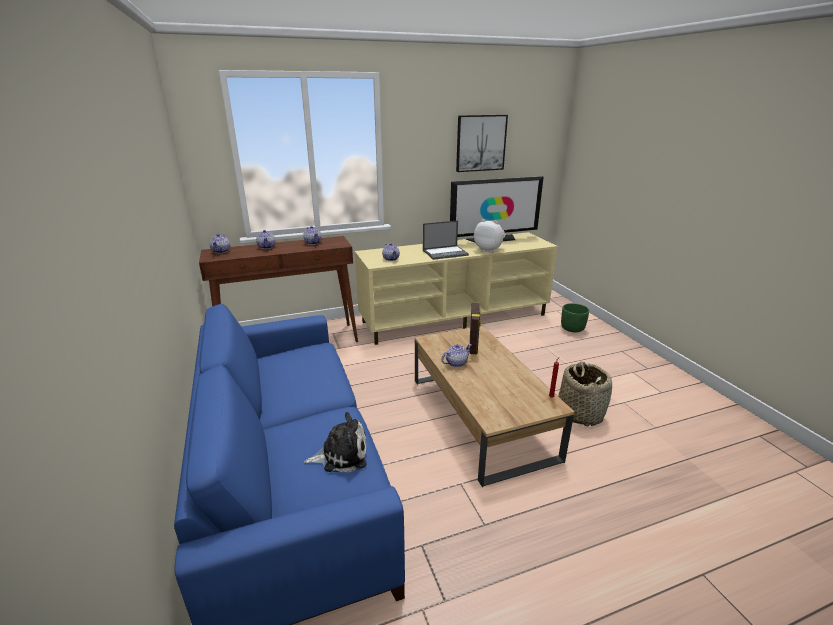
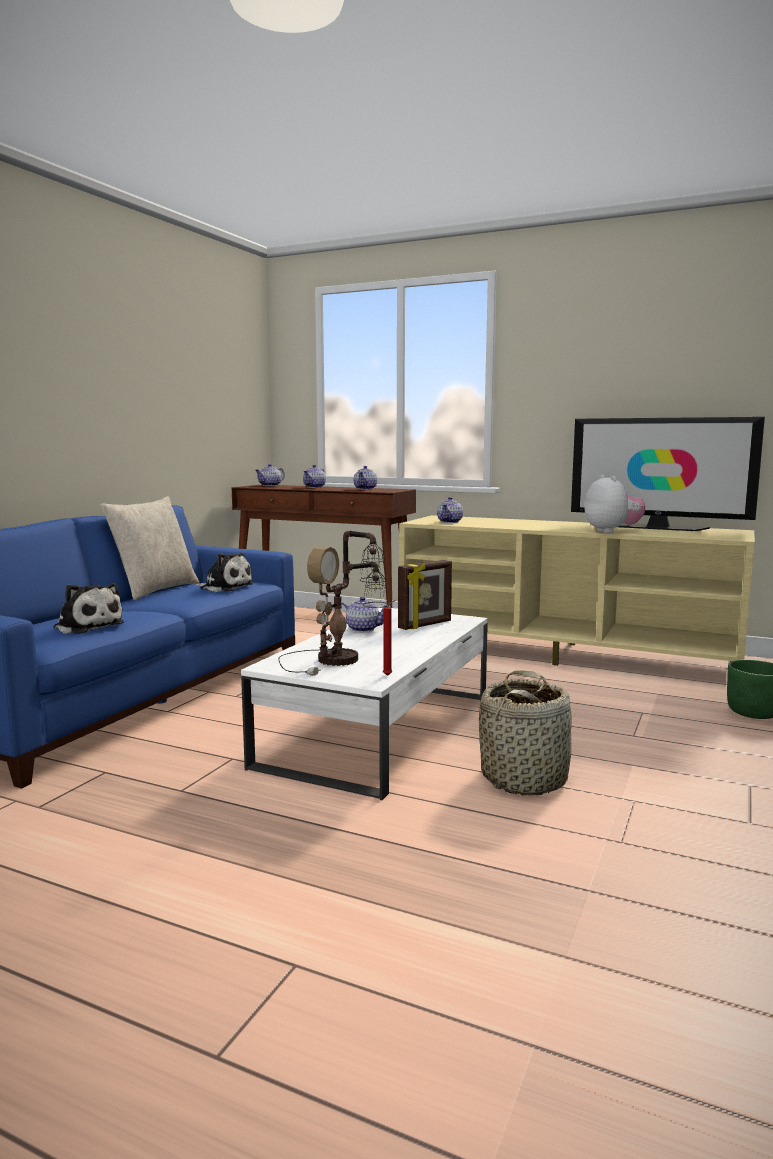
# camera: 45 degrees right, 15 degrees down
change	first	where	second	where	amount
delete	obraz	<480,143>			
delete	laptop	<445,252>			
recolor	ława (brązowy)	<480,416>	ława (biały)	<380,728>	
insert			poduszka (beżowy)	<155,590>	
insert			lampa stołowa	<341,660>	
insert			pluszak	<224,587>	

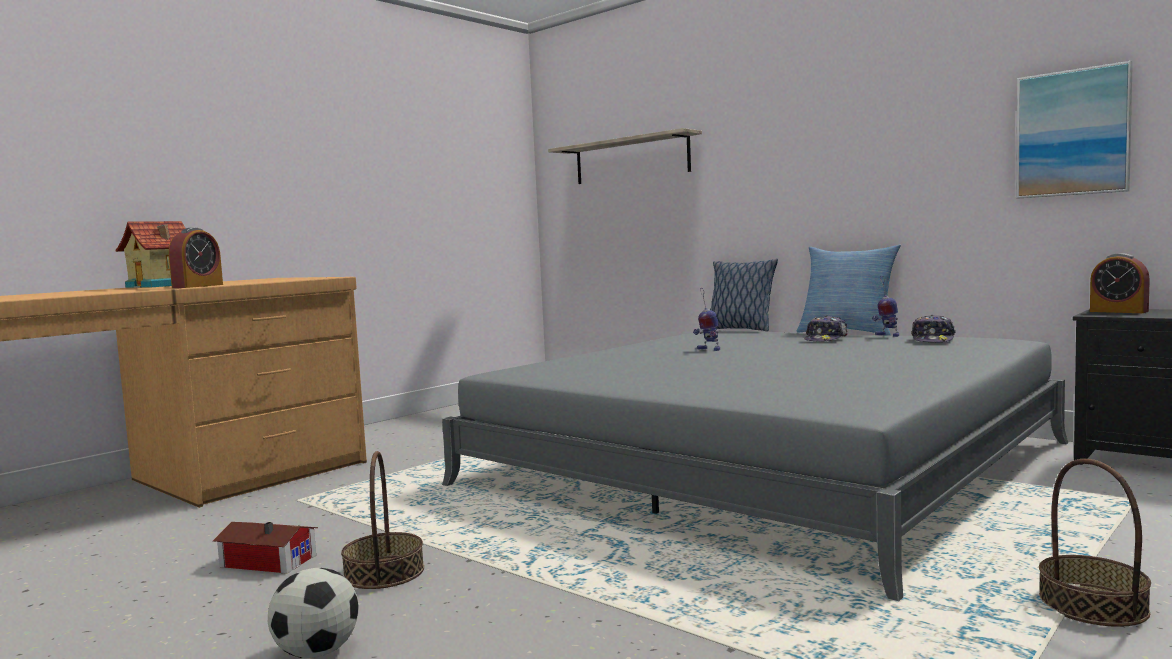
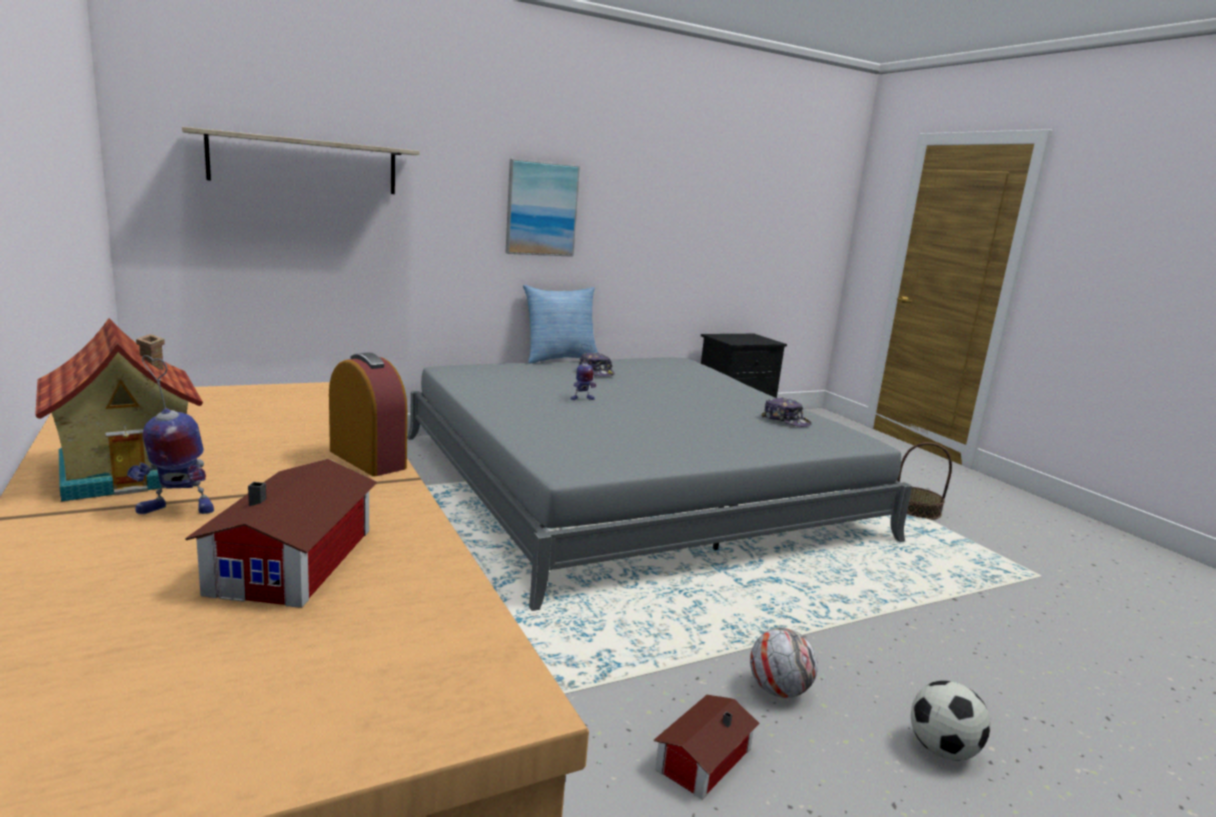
# camera: 70 degrees left, 10 degrees up
change	first	where	second	where	amount
move	obraz	<1072,133>		<541,209>	
delete	budzik	<1118,311>			
delete	poduszka	<739,329>			
move	robot zabawkowy	<887,335>		<175,510>	
move	czapka z daszkiem	<933,340>		<786,420>	
replace	koszyk	<384,572>	piłka futbolowa	<778,690>	
insert			domek	<299,558>	

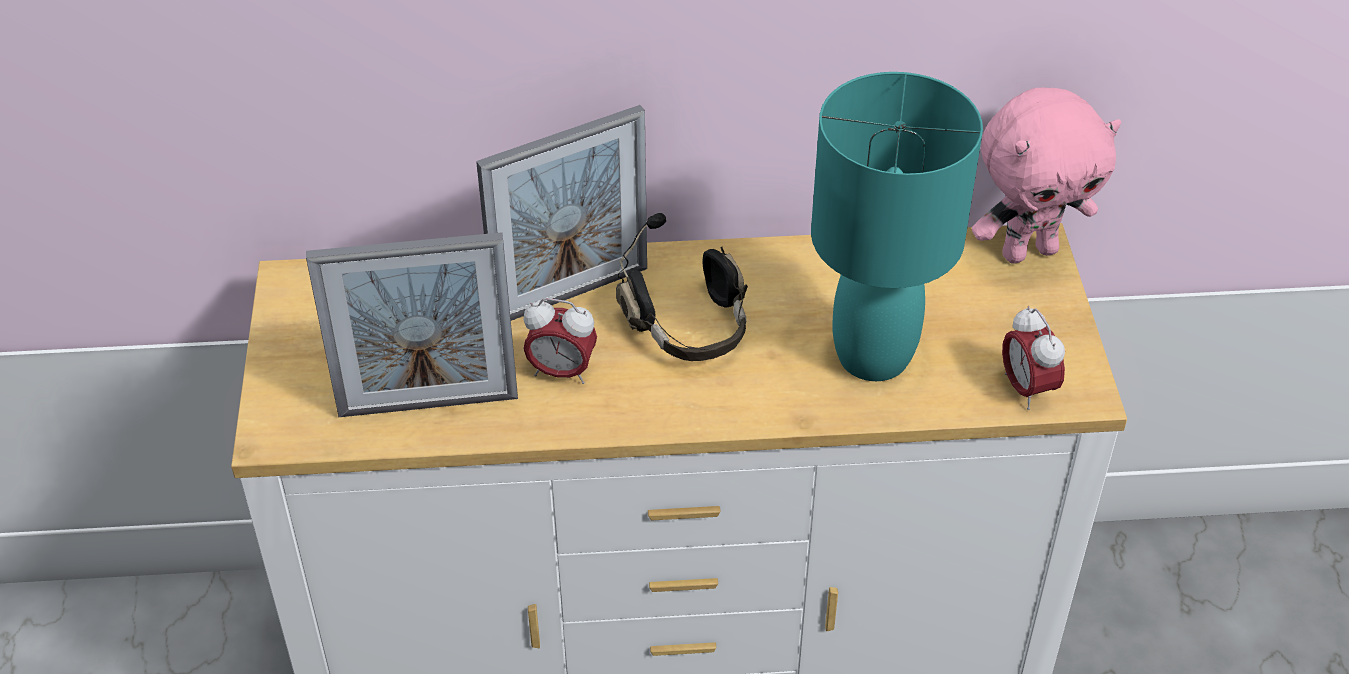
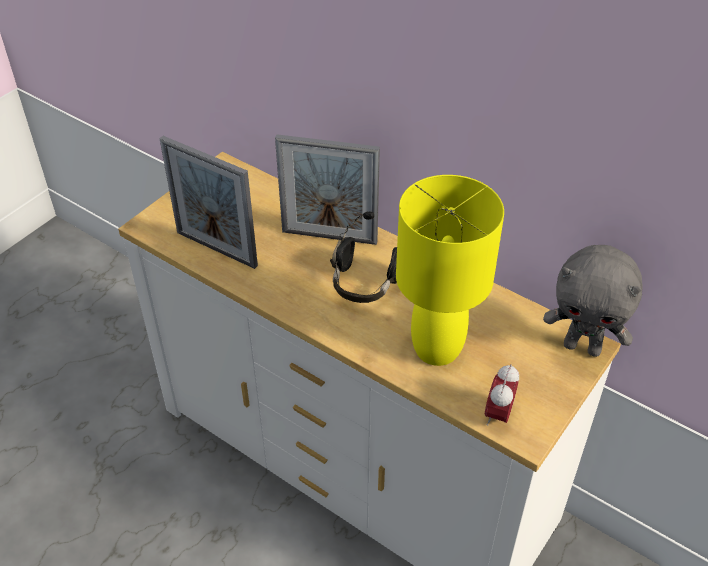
# camera: 40 degrees right, 0 degrees up
change	first	where	second	where	amount
recolor	lampa stołowa (turkusowy)	<872,357>	lampa stołowa (żółty)	<436,349>	
recolor	pluszak (różowy)	<1029,251>	pluszak (szary)	<583,347>	
delete	budzik	<561,372>			

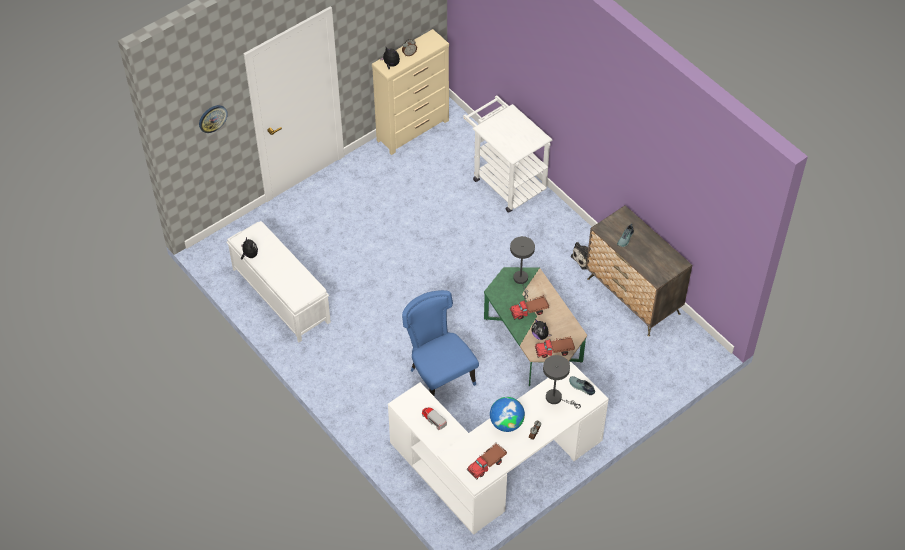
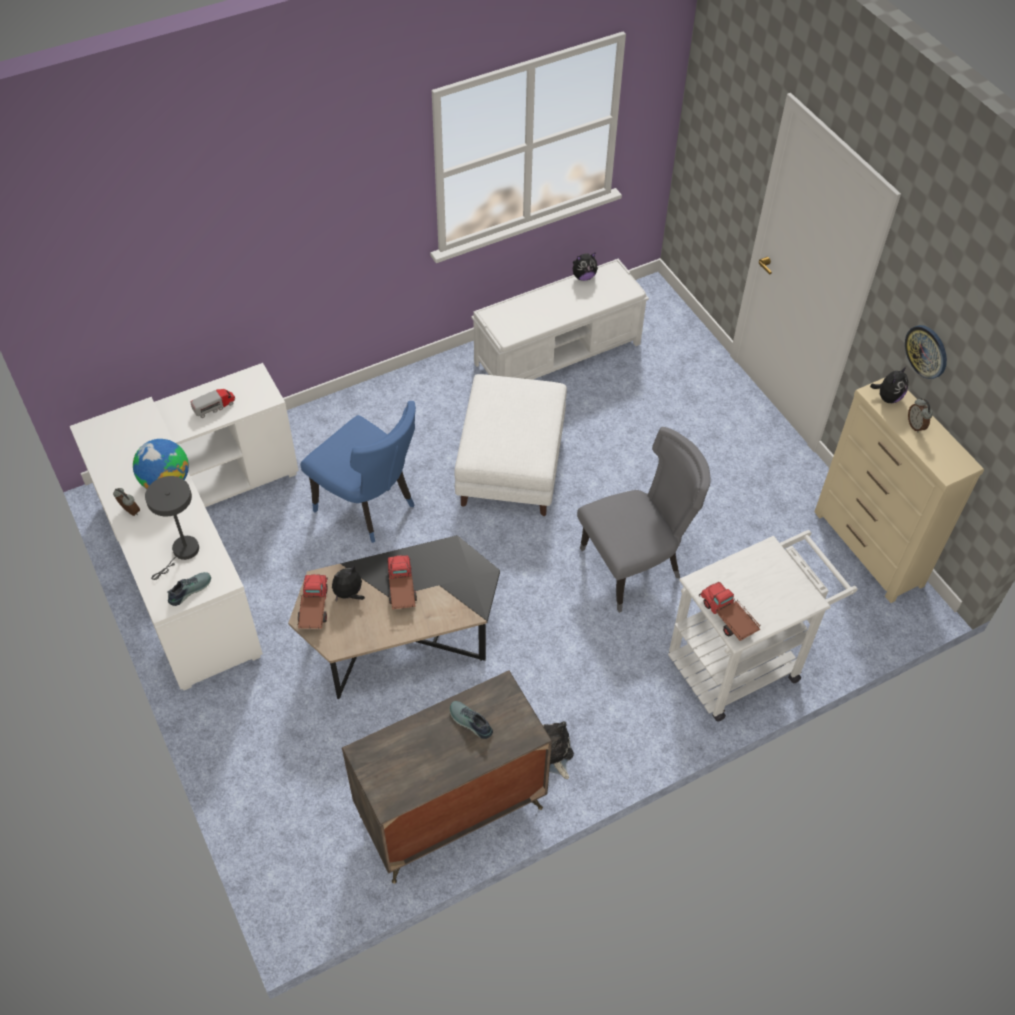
# camera: 100 degrees right, 0 degrees up
change	first	where	second	where	amount
move	zegar ścienny	<212,118>		<927,351>	
delete	lampa stołowa (szary)	<521,280>			
recolor	ława (zielony)	<533,340>	ława (czarny)	<400,638>	
rotate	krzesło (niebieski)	<439,377>		<369,507>	60 degrees clockwise
move	ciężarówka zabawkowa	<487,464>		<728,618>	
insert			pufa (biały)	<511,466>	
insert			krzesło (szary)	<635,566>	

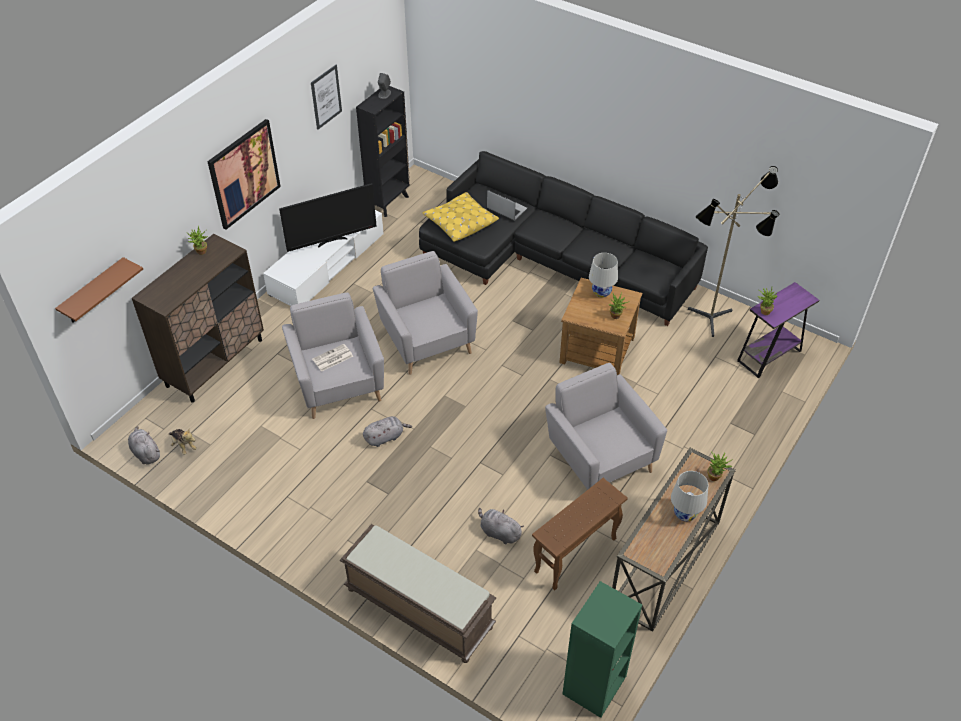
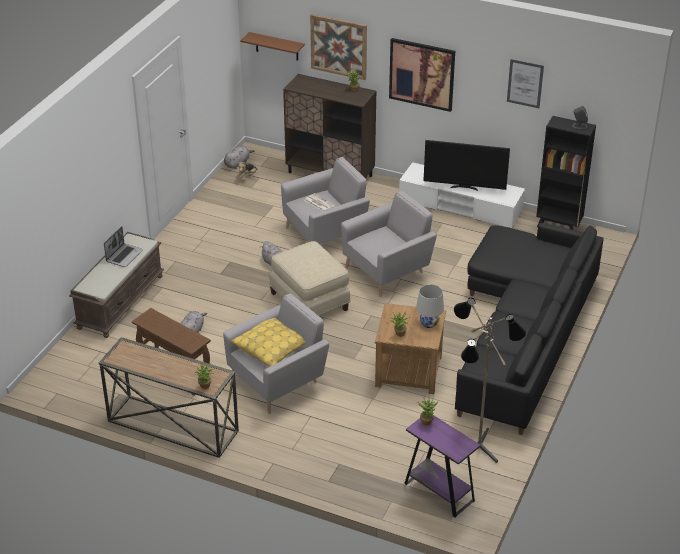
# camera: 80 degrees right, 10 degrees down
change	first	where	second	where	amount
rotate	telewizor	<332,241>		<464,187>	45 degrees counterclockwise
move	laptop	<506,209>		<124,256>	
move	poduszka (żółty)	<460,223>		<271,347>	
delete	lampa stołowa (biały)	<685,514>			
delete	regał (zielony)	<594,686>			
insert			obraz	<338,46>	
insert			pufa (beżowy)	<310,301>	

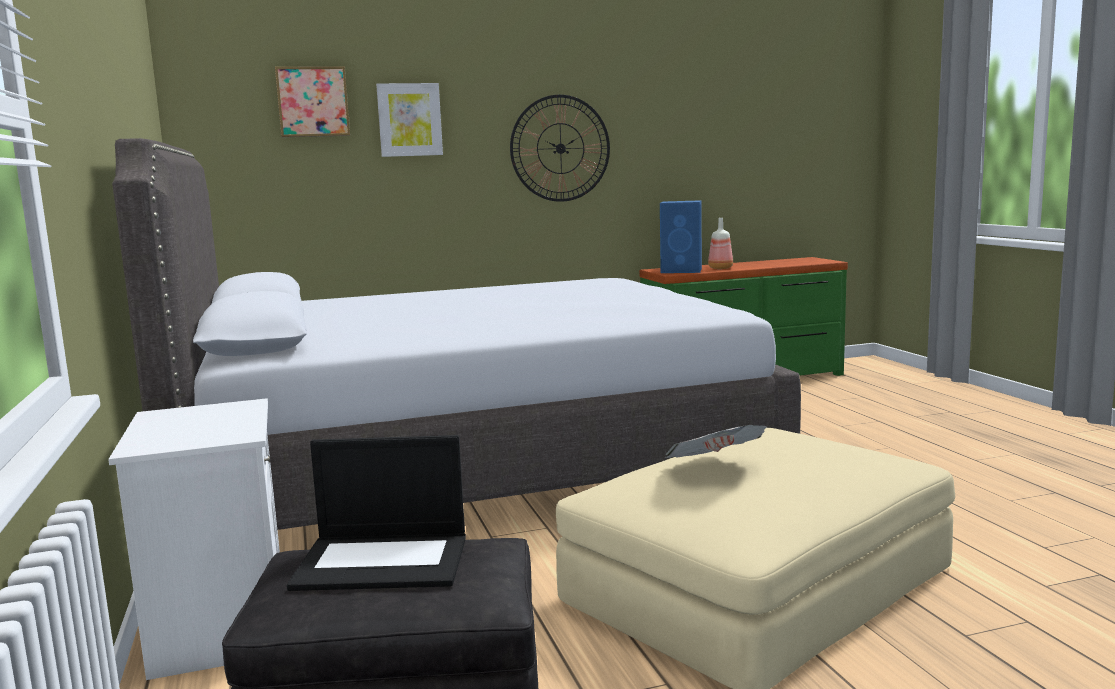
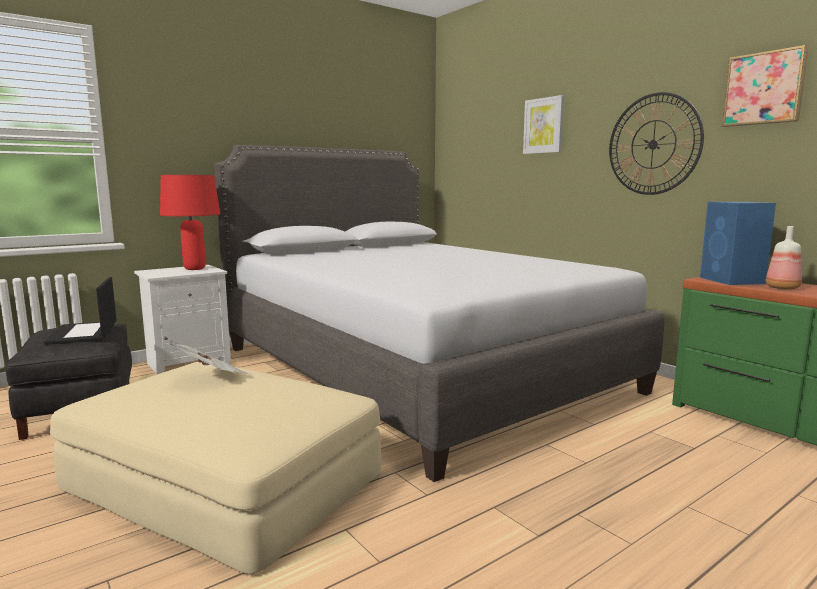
# camera: 70 degrees right, 0 degrees up
change	first	where	second	where	amount
move	obraz	<312,102>		<764,88>	
insert			lampa stołowa (czerwony)	<194,269>	

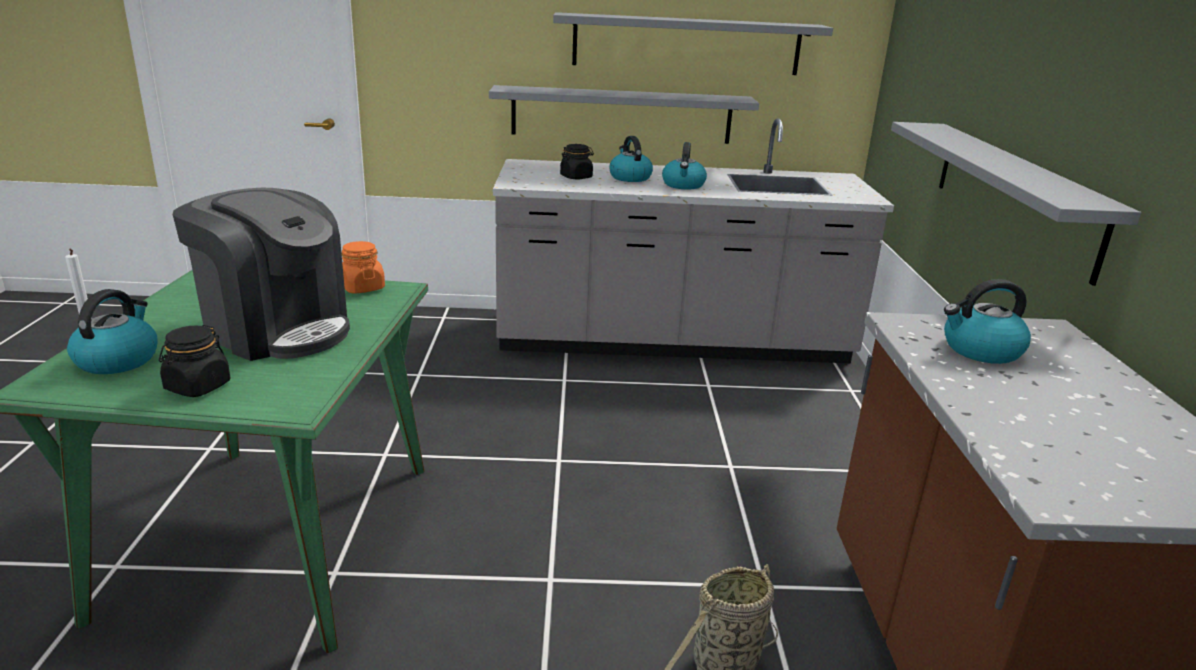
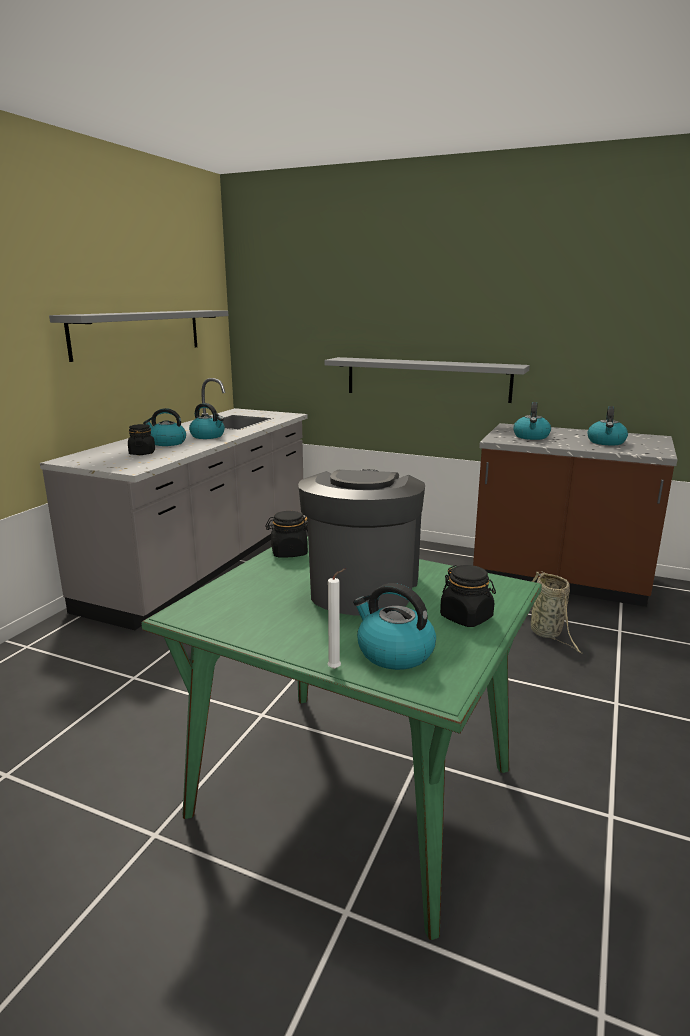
# camera: 65 degrees left, 5 degrees down
change	first	where	second	where	amount
delete	półka (szary)	<621,115>			
rotate	ekspres do kawy	<276,329>		<362,586>	45 degrees counterclockwise
recolor	słoik (pomarańczowy)	<362,288>	słoik (czarny)	<289,552>	
insert			czajnik	<606,442>	

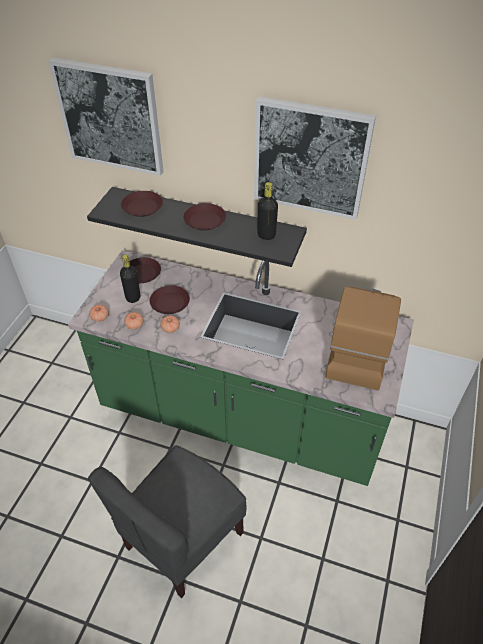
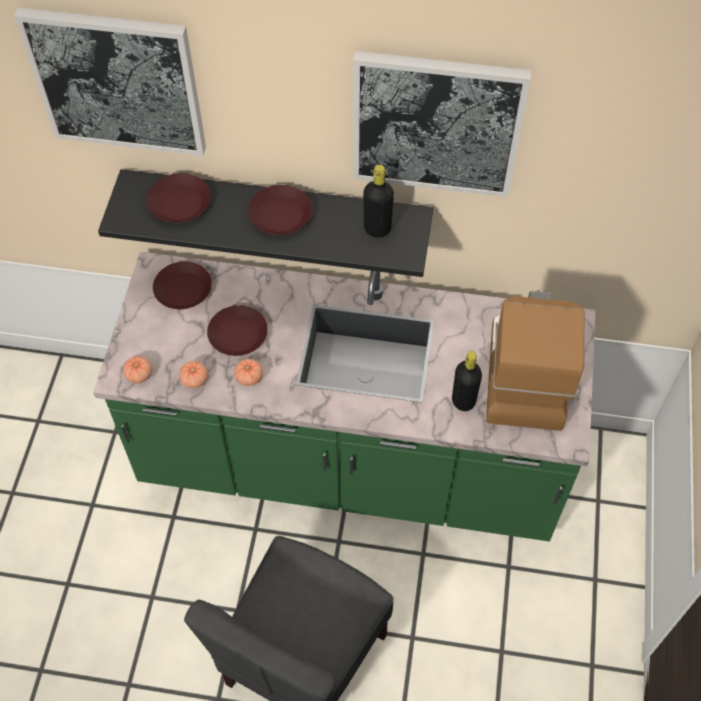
# camera: 10 degrees left, 10 degrees up
change	first	where	second	where	amount
move	butelka (czarny)	<133,297>		<463,401>	

